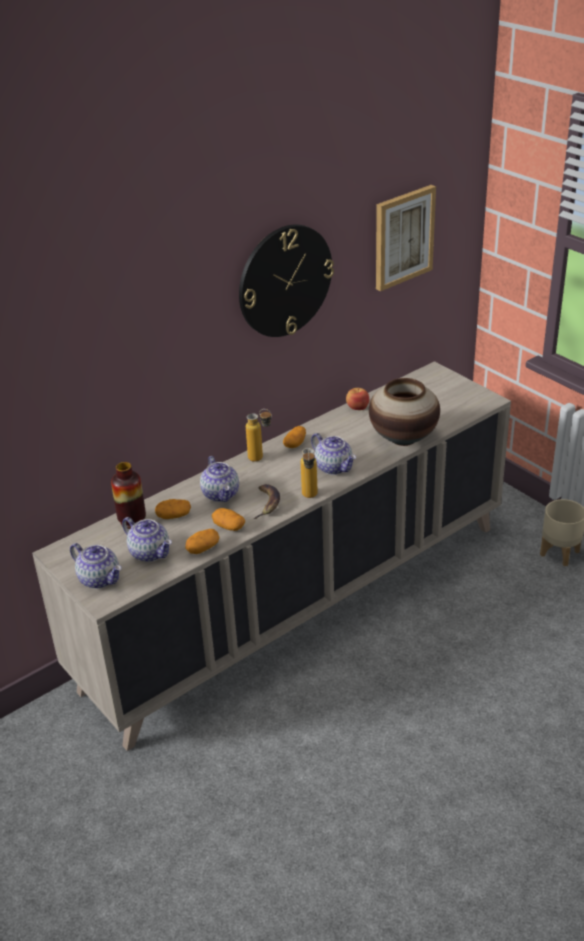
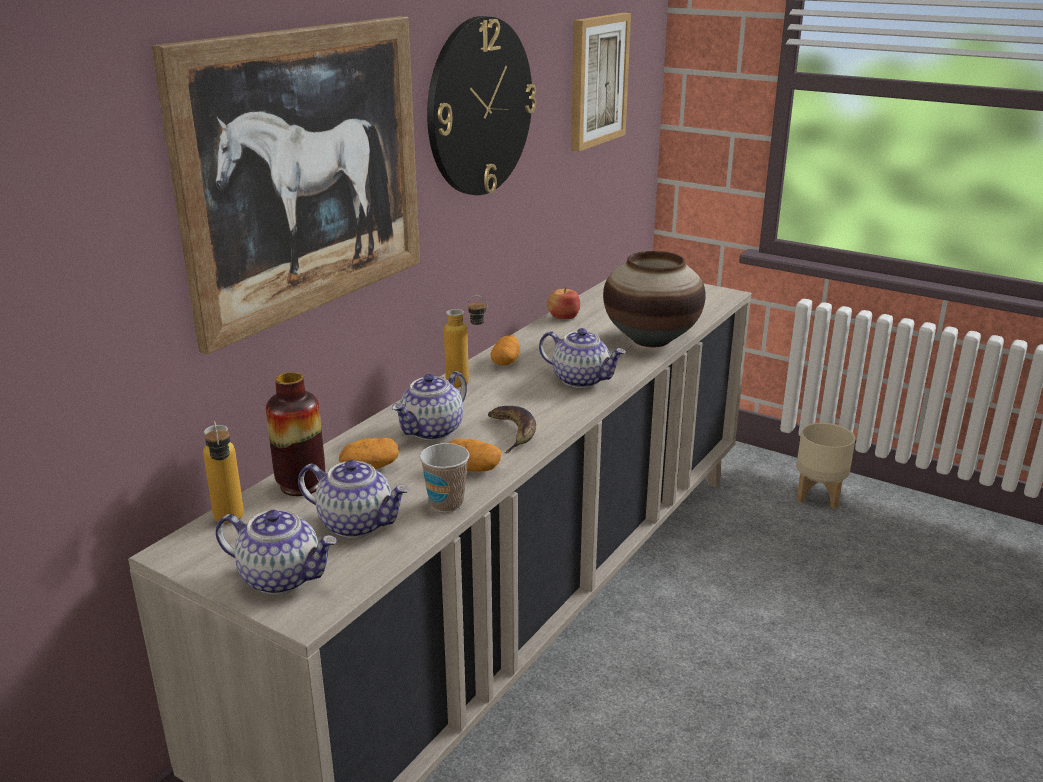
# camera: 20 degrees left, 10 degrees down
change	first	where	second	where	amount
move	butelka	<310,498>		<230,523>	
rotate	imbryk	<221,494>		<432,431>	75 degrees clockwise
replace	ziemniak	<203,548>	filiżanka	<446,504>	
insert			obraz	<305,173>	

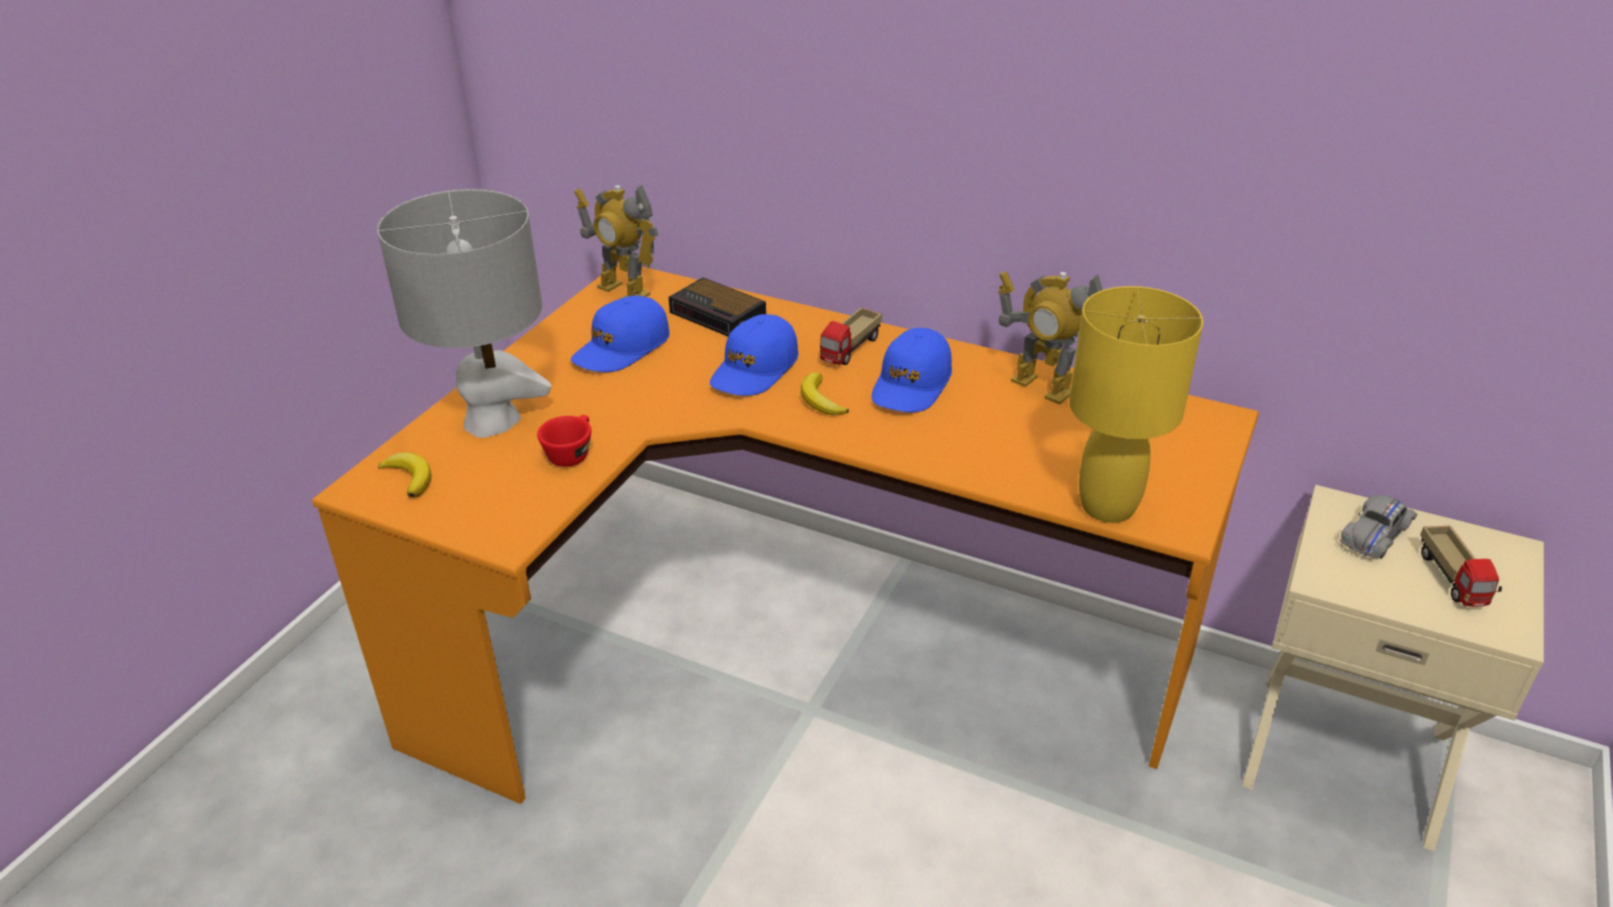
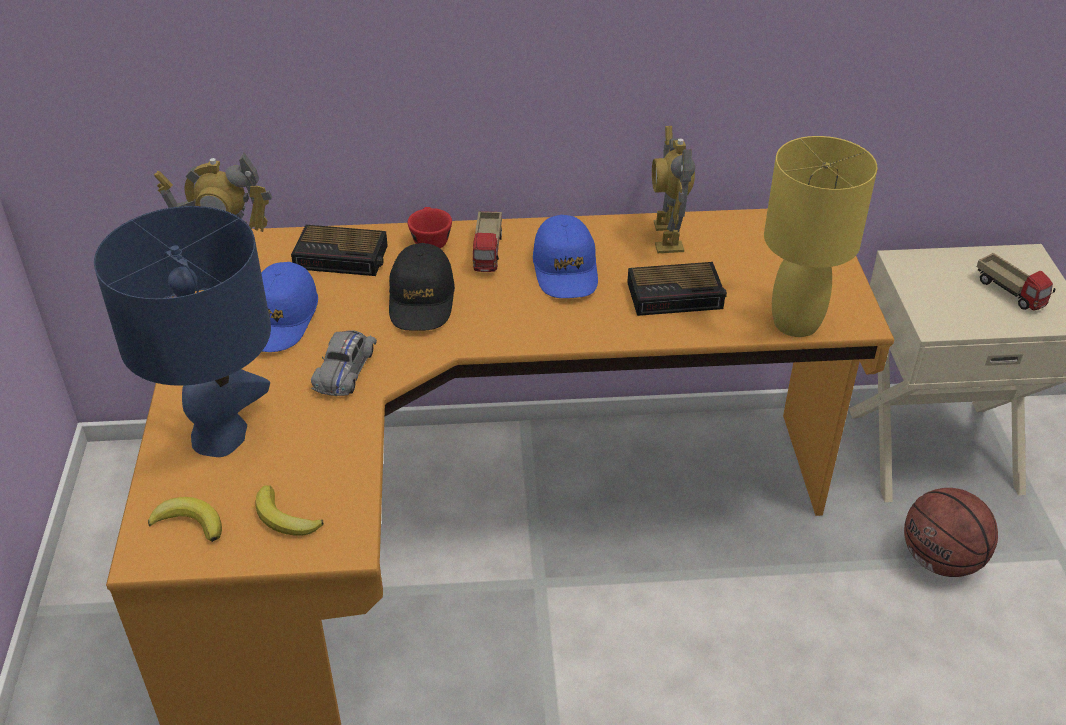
# camera: 30 degrees left, 5 degrees up
change	first	where	second	where	amount
recolor	lampa stołowa (szary)	<492,421>	lampa stołowa (niebieski)	<220,436>	
rotate	robot zabawkowy	<1042,387>		<667,237>	75 degrees clockwise
recolor	czapka z daszkiem (niebieski)	<755,369>	czapka z daszkiem (czarny)	<422,299>	
move	banan	<820,400>		<284,518>	
move	filiżanka (czerwony)	<571,453>		<429,240>	
move	samochodzik (szary)	<1374,534>		<345,370>	
insert			budzik	<677,295>	
insert			piłka do koszykówki	<941,560>	

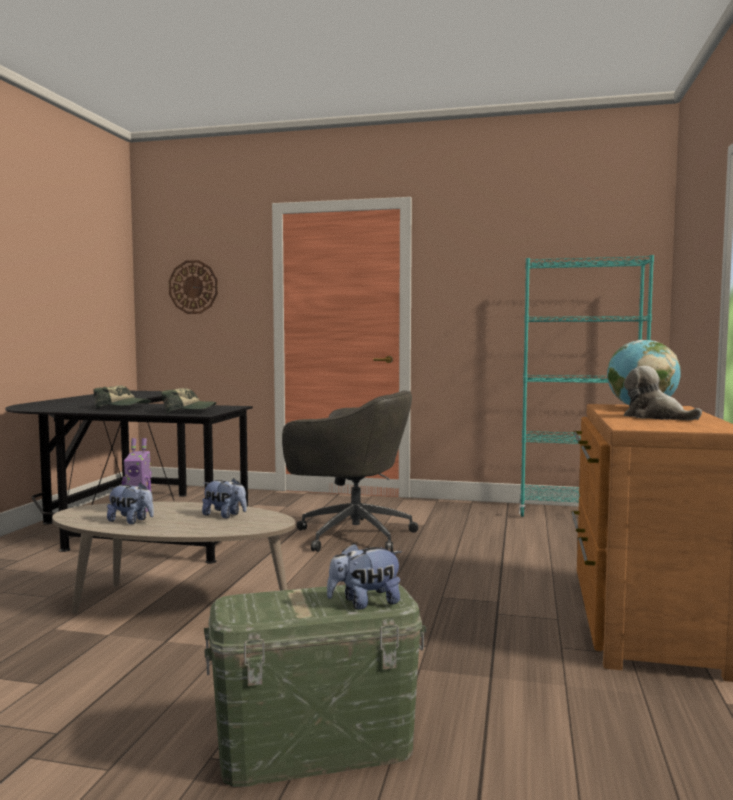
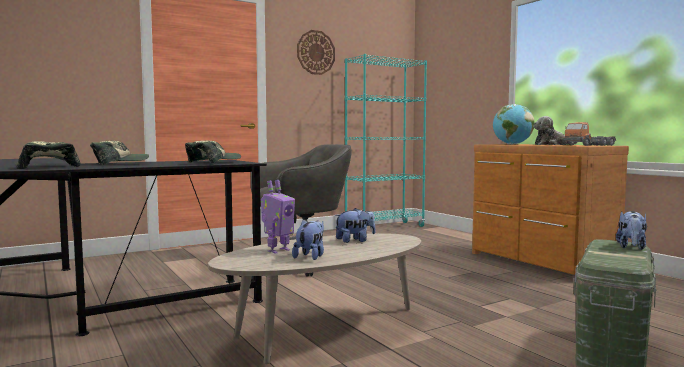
# camera: 45 degrees left, 0 degrees up
change	first	where	second	where	amount
move	zegar ścienny	<193,287>		<316,52>	
rotate	pluszak	<131,521>		<310,256>	45 degrees counterclockwise
insert			ciężarówka zabawkowa	<589,145>	
insert			czapka z daszkiem	<45,167>	

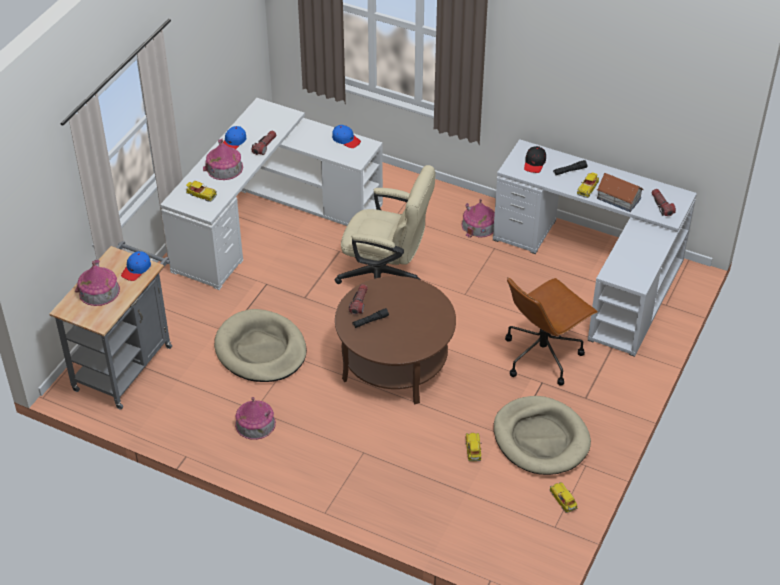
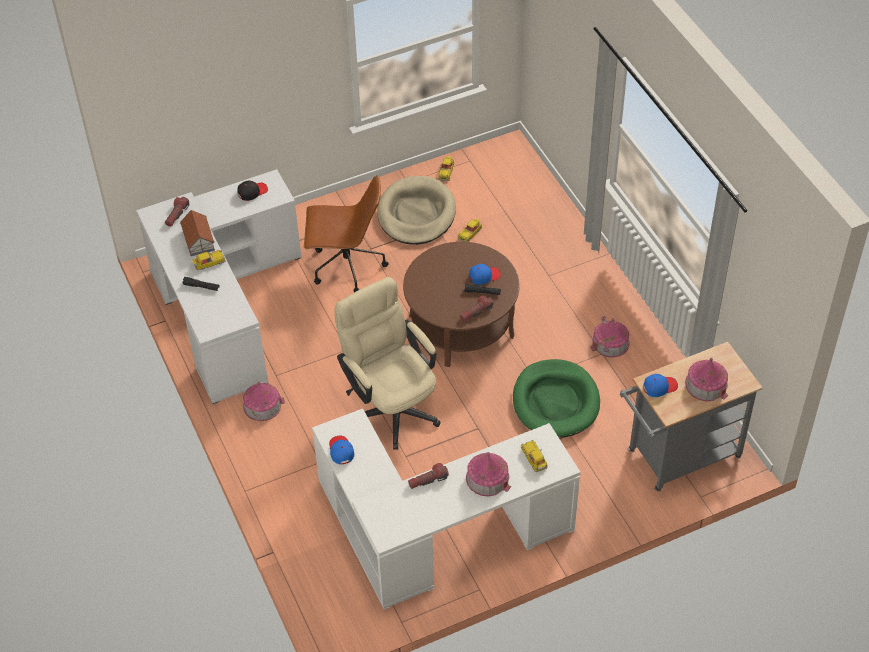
# camera: 140 degrees left, 5 degrees up
change	first	where	second	where	amount
move	czapka z daszkiem (niebieski)	<233,142>		<484,276>	
move	czapka z daszkiem (czarny)	<534,163>		<252,192>	
recolor	legowisko (beżowy)	<261,350>	legowisko (zielony)	<555,401>	

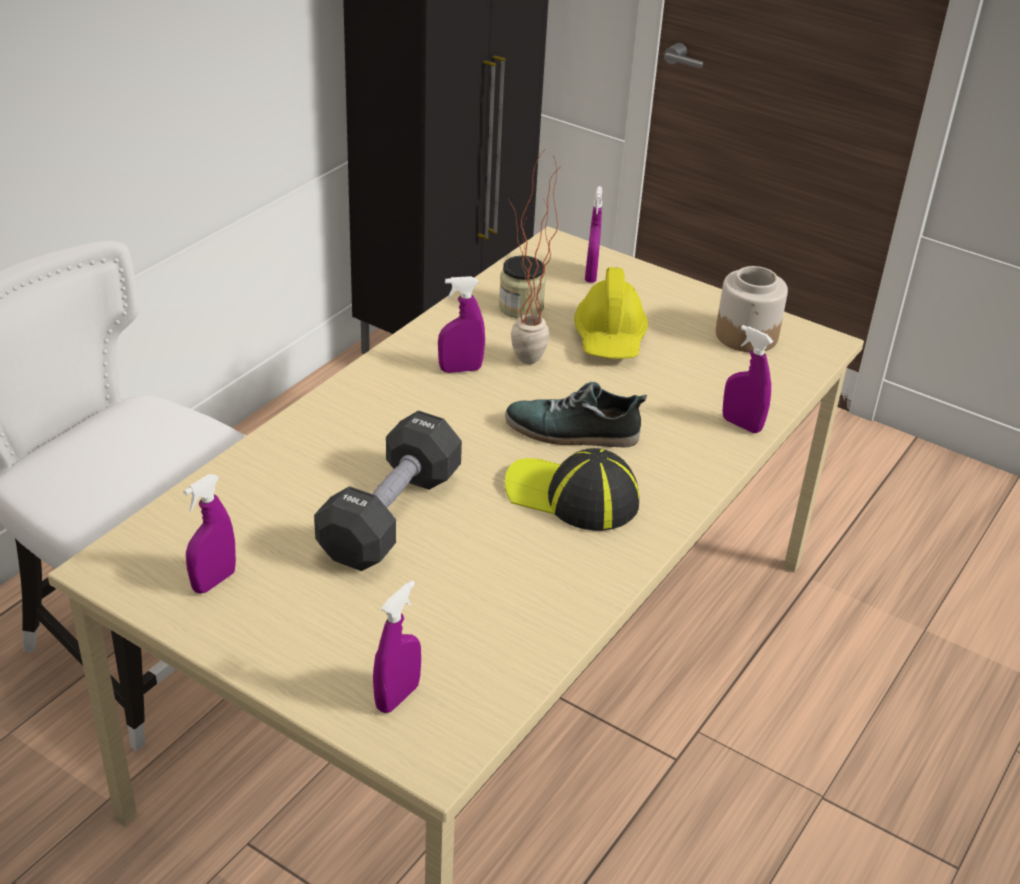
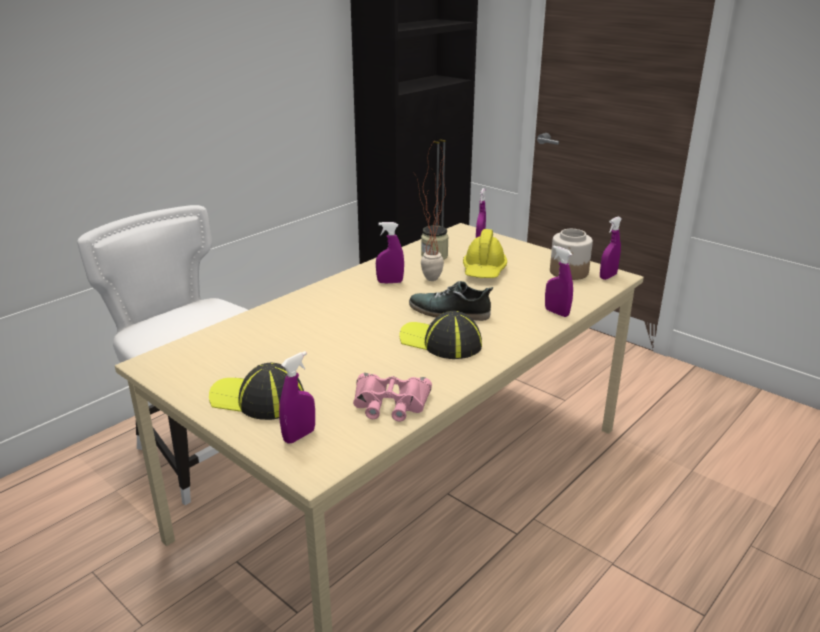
# camera: 10 degrees right, 10 degrees down
change	first	where	second	where	amount
delete	hantel (czarny)	<391,515>			
move	spryskiwacz (fioletowy)	<214,581>		<608,276>	
insert			czapka z daszkiem	<258,399>	
insert			lornetka (różowy)	<390,404>	

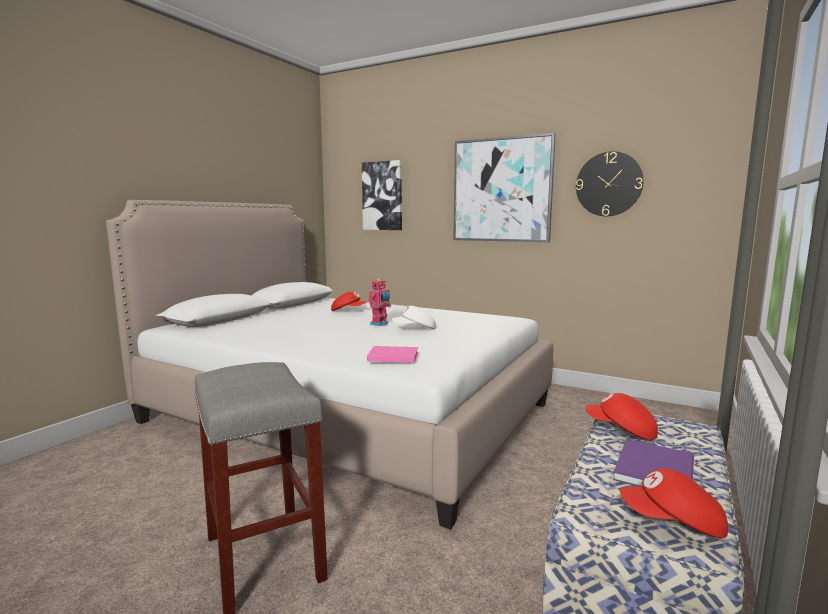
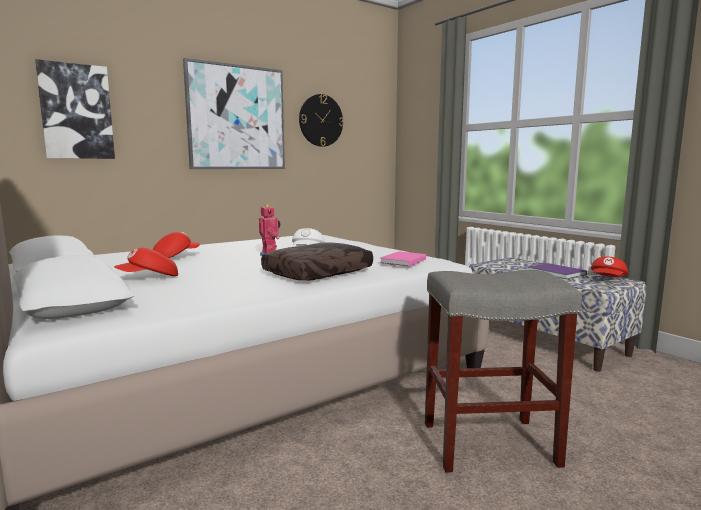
# camera: 65 degrees left, 0 degrees up
change	first	where	second	where	amount
move	czapka z daszkiem (czerwony)	<621,430>		<149,278>	
insert			poduszka (brązowy)	<318,273>	

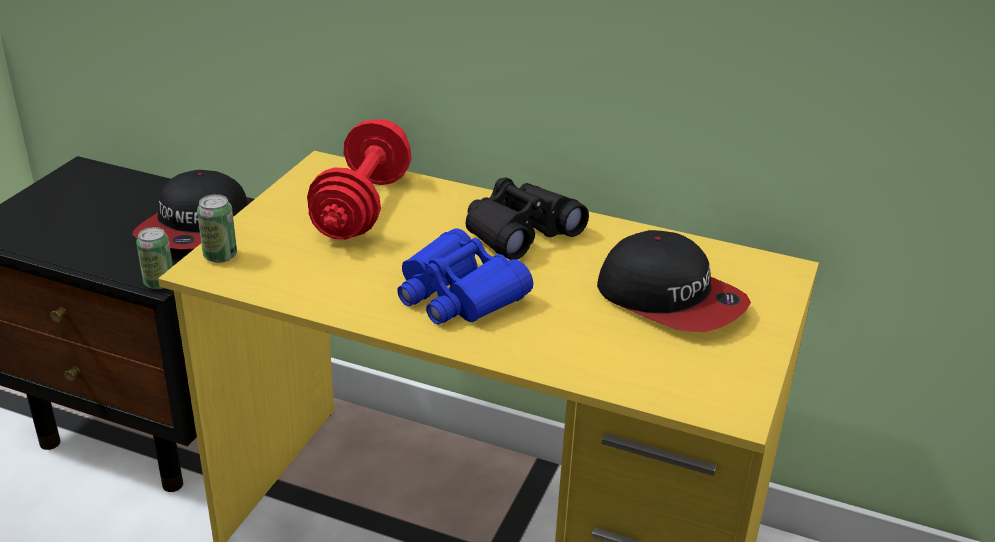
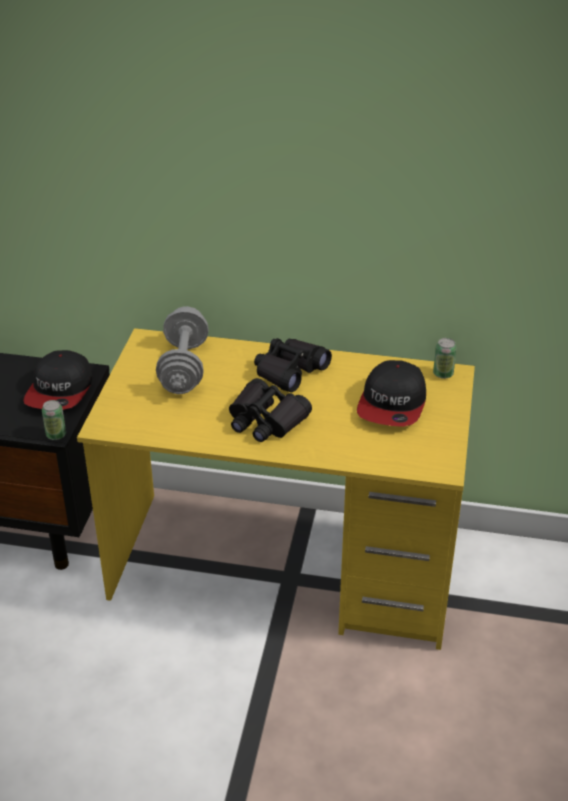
# camera: 10 degrees left, 5 degrees up
change	first	where	second	where	amount
recolor	hantel (czerwony)	<362,207>	hantel (szary)	<184,367>	
move	puszka	<220,256>		<443,374>	
recolor	lornetka (niebieski)	<458,294>	lornetka (czarny)	<266,420>	
rotate	czapka z daszkiem	<670,299>		<392,404>	75 degrees clockwise

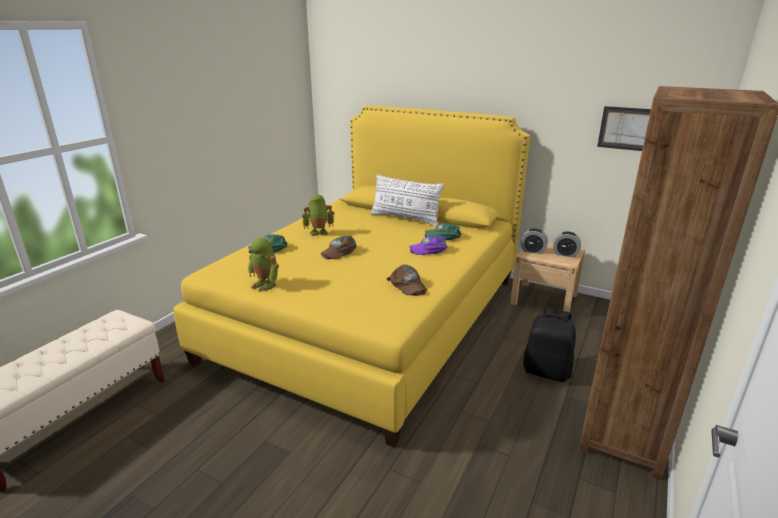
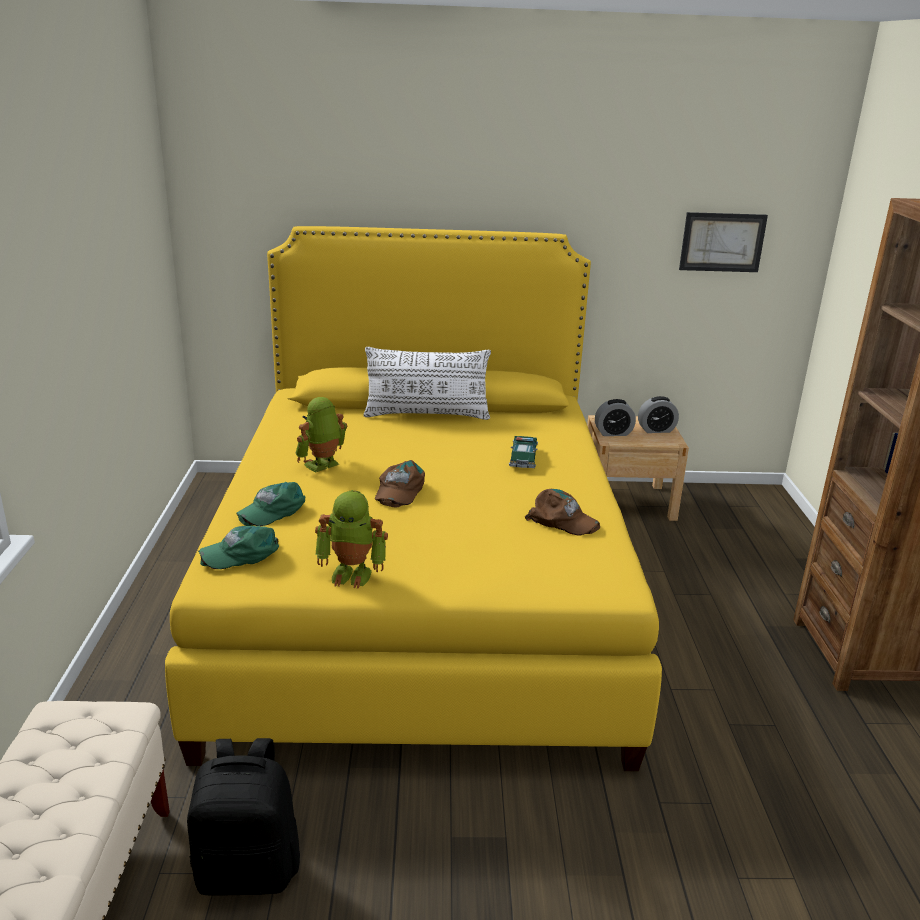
# camera: 30 degrees left, 0 degrees up
change	first	where	second	where	amount
move	czapka z daszkiem (zielony)	<443,236>		<242,553>	
replace	czapka z daszkiem (fioletowy)	<429,249>	samochodzik	<523,458>	
move	plecak (czarny)	<547,371>		<249,869>	

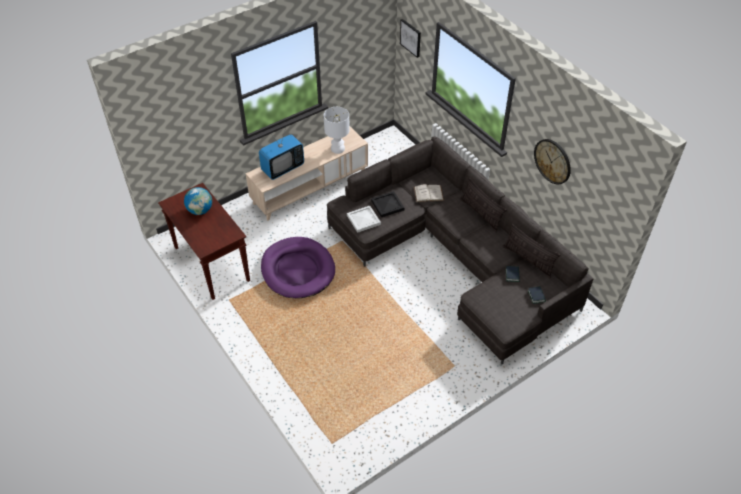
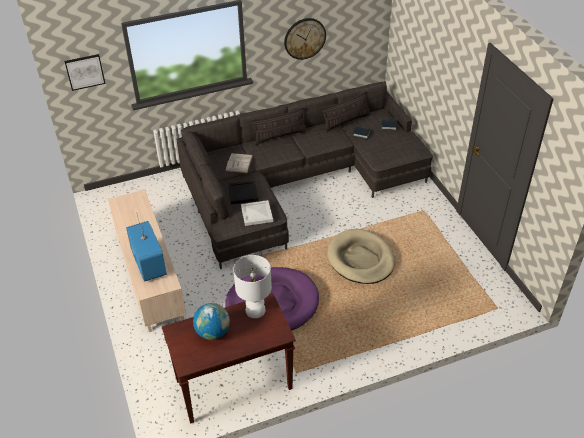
# camera: 75 degrees left, 5 degrees down
change	first	where	second	where	amount
move	lampa stołowa (biały)	<337,148>		<255,310>	
insert			legowisko (beżowy)	<360,259>	

